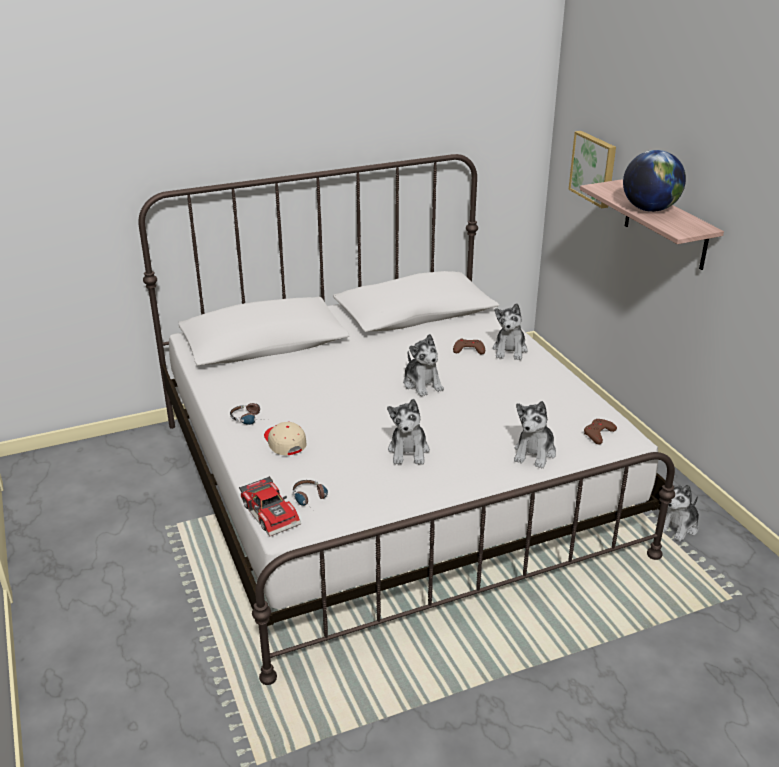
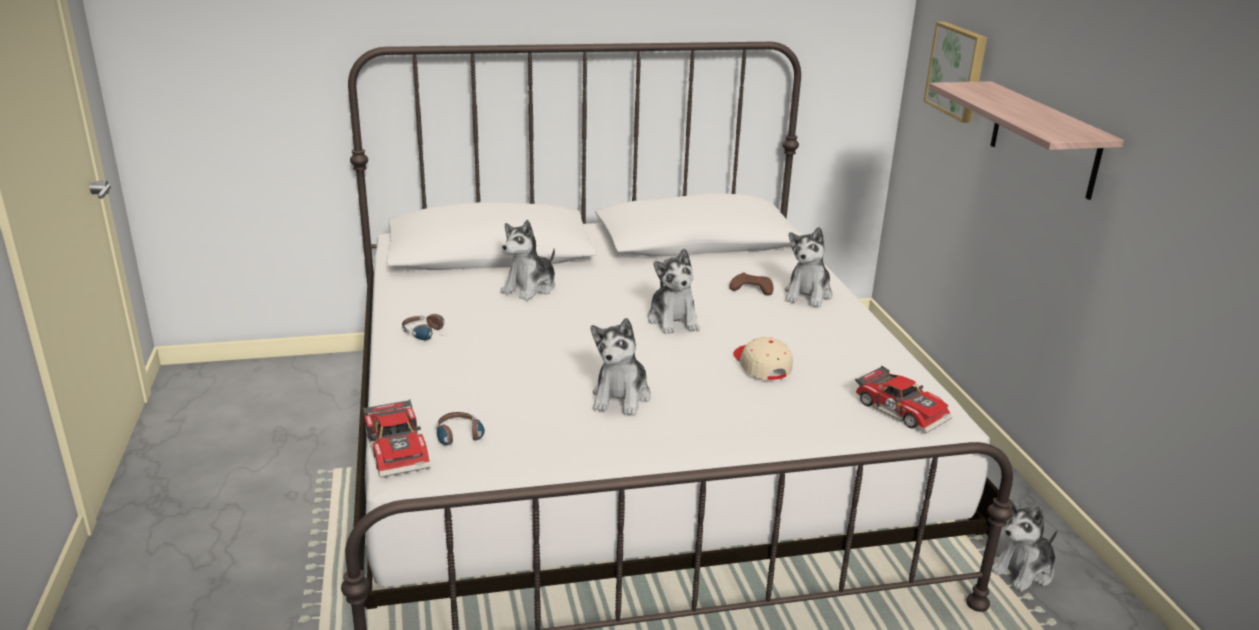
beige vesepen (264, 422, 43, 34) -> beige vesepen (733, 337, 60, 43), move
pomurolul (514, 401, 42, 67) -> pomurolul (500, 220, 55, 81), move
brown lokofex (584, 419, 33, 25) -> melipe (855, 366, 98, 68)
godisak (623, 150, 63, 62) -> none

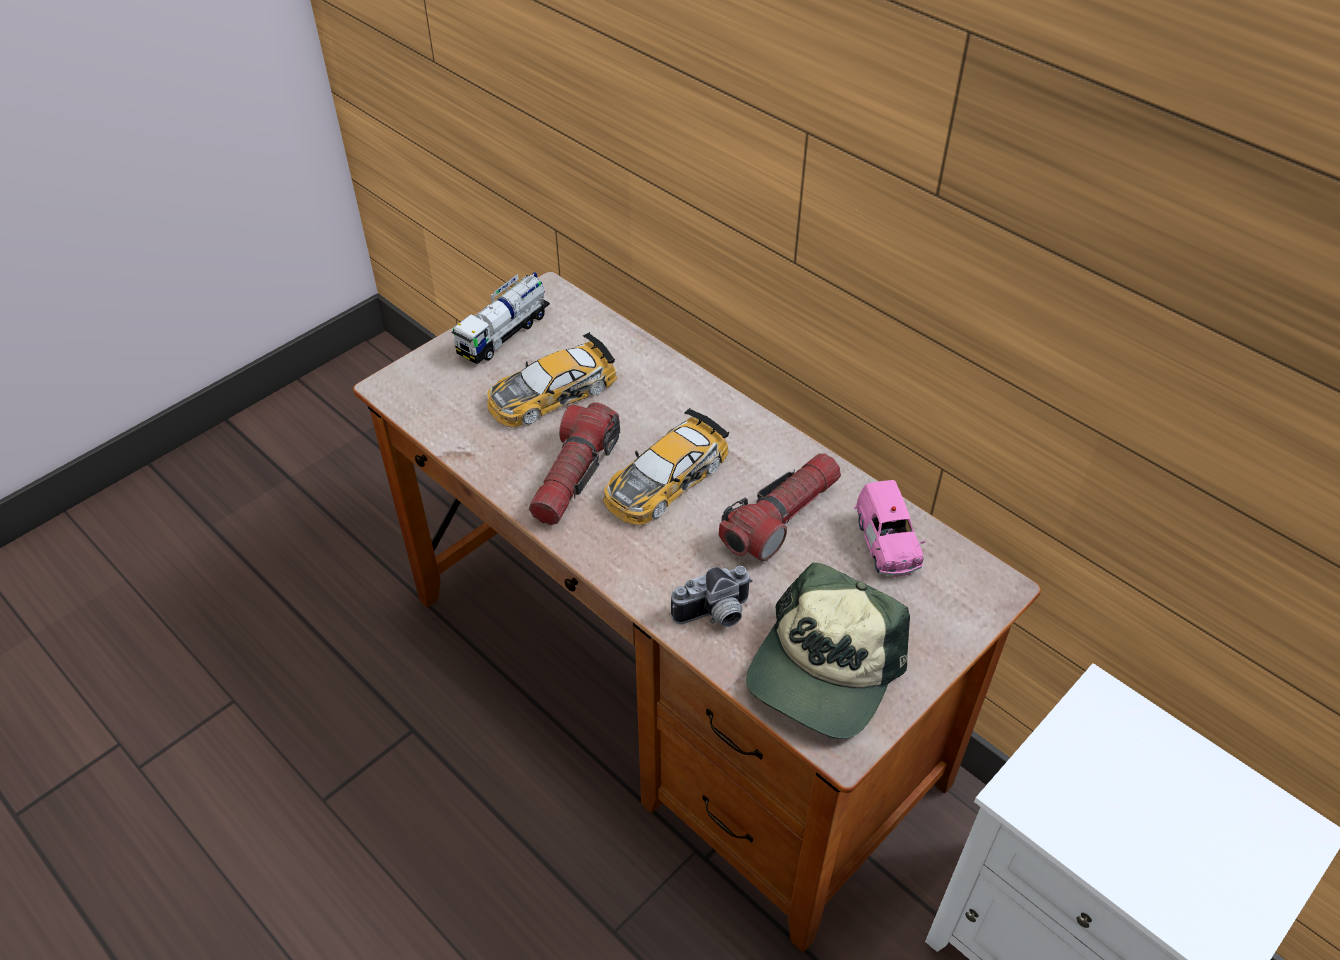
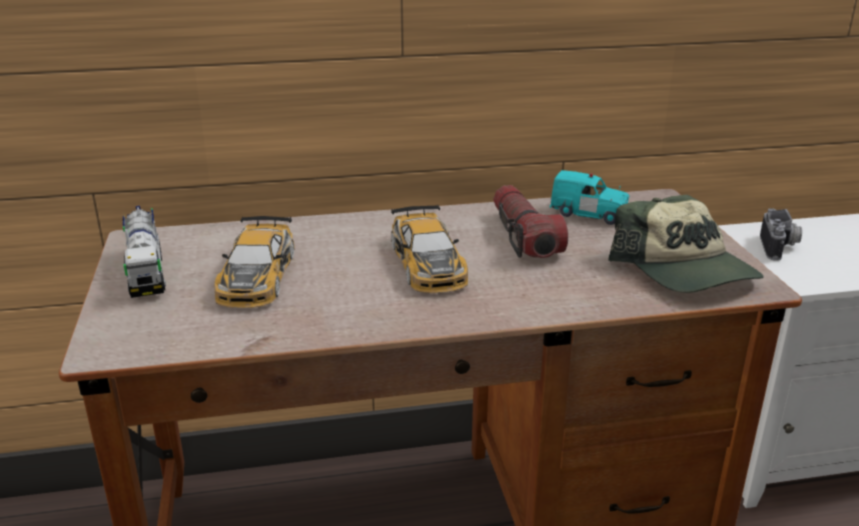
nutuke (529, 402, 91, 123) -> none
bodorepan (671, 566, 82, 61) -> bodorepan (760, 208, 42, 53), move
pink melipe (854, 480, 71, 97) -> turquoise melipe (550, 170, 79, 55)

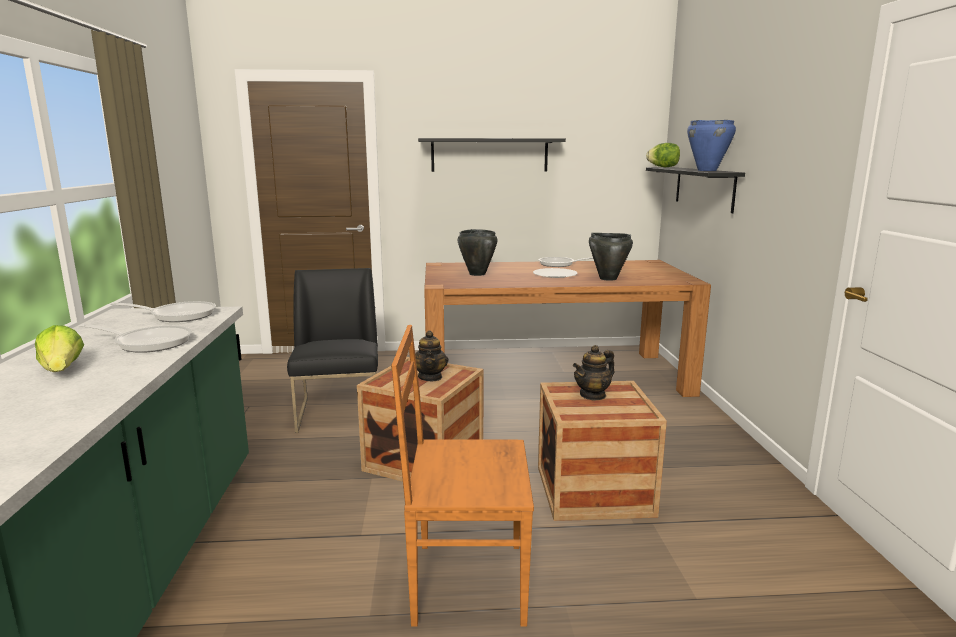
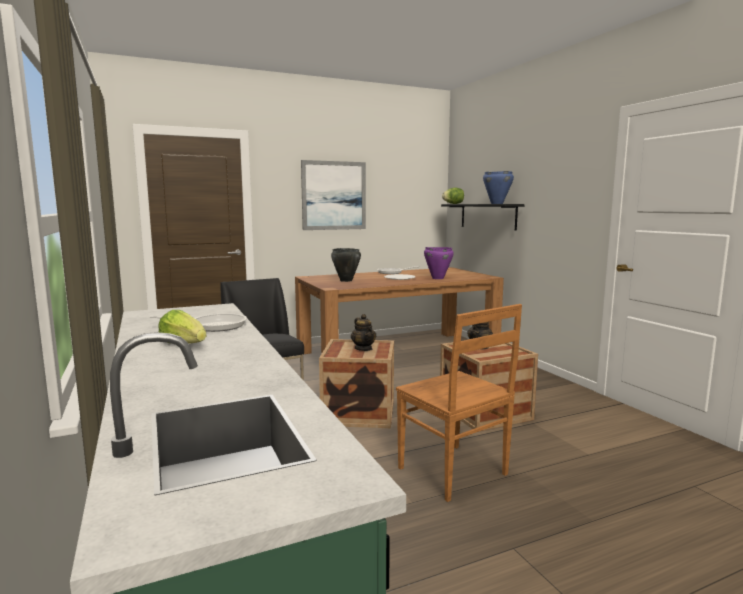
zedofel (110, 301, 106, 21) -> none
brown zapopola (391, 325, 143, 302) -> brown zapopola (396, 304, 126, 198), 105 degrees counterclockwise
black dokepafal (418, 138, 148, 34) -> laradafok (301, 160, 65, 70)
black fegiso (589, 233, 44, 48) -> purple fegiso (424, 247, 30, 32)

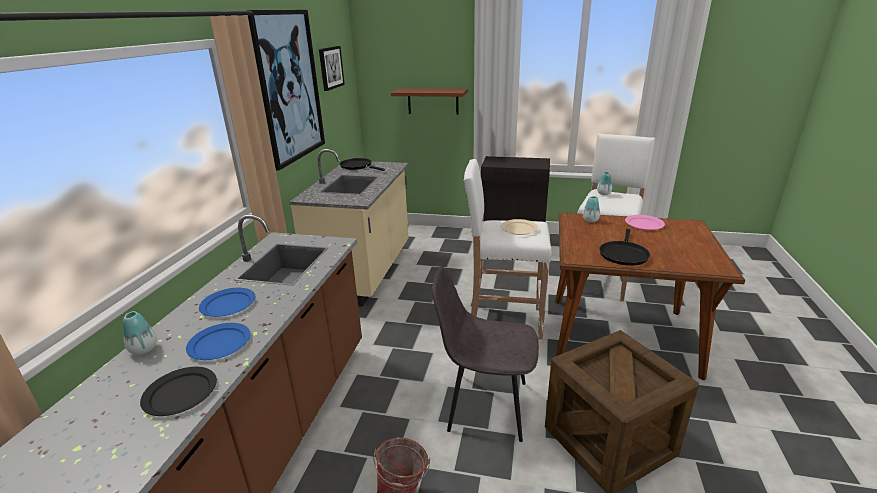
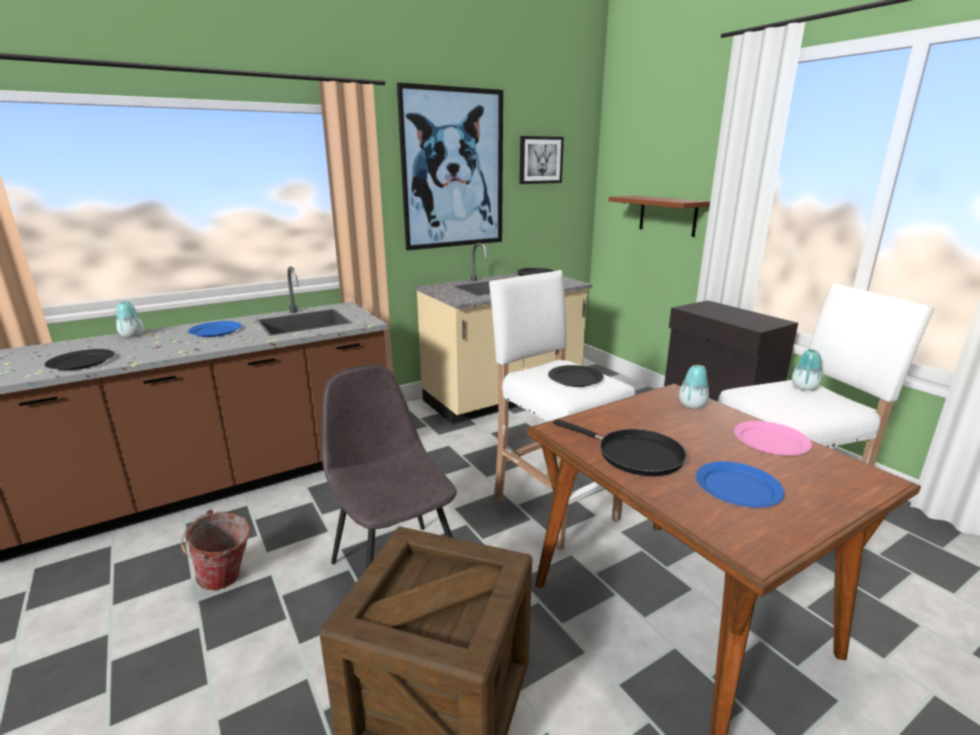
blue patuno (186, 323, 65, 37) -> blue patuno (696, 461, 89, 47), move
beige patuno (501, 219, 37, 16) -> black patuno (548, 365, 55, 22)
black zedofel (600, 229, 50, 37) -> black zedofel (553, 419, 134, 57), 120 degrees counterclockwise

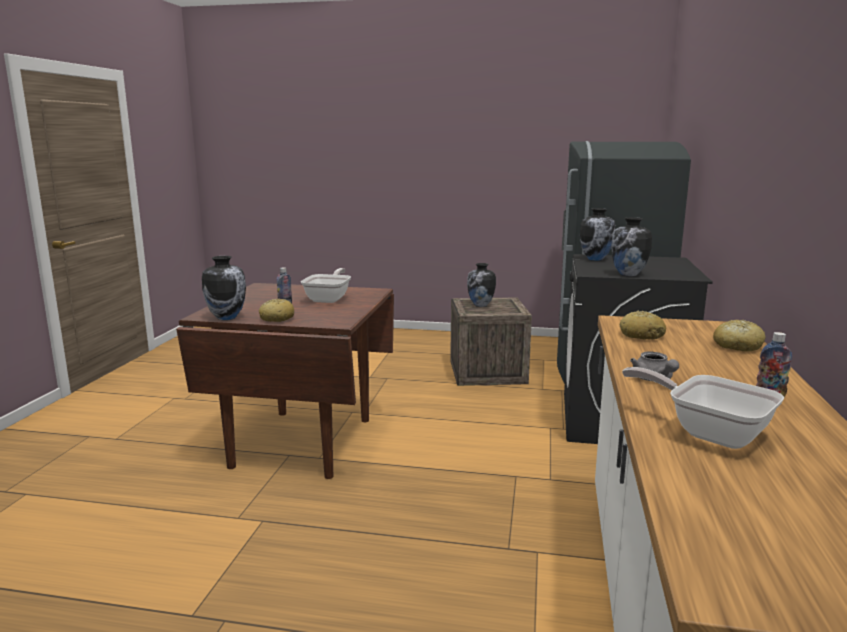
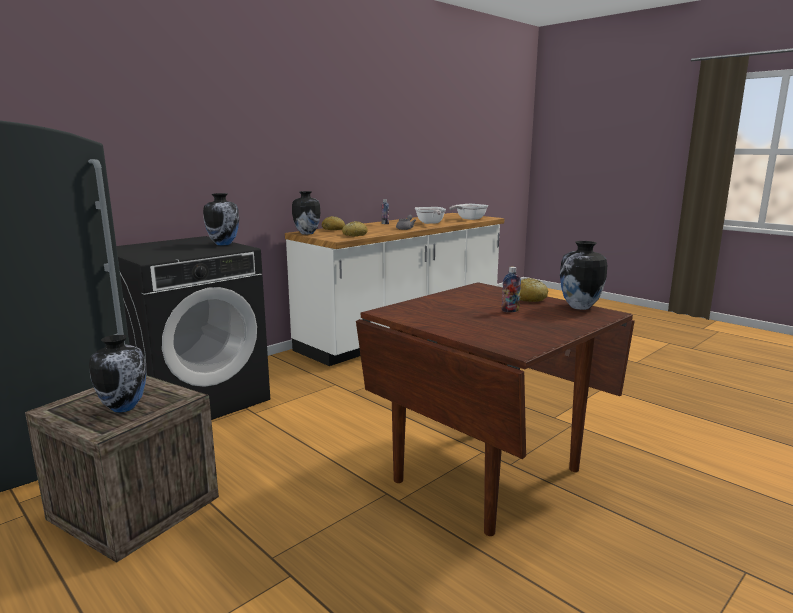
zedofel (301, 268, 50, 35) -> zedofel (449, 204, 39, 16), move
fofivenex (580, 208, 35, 53) -> fofivenex (292, 191, 28, 44), move

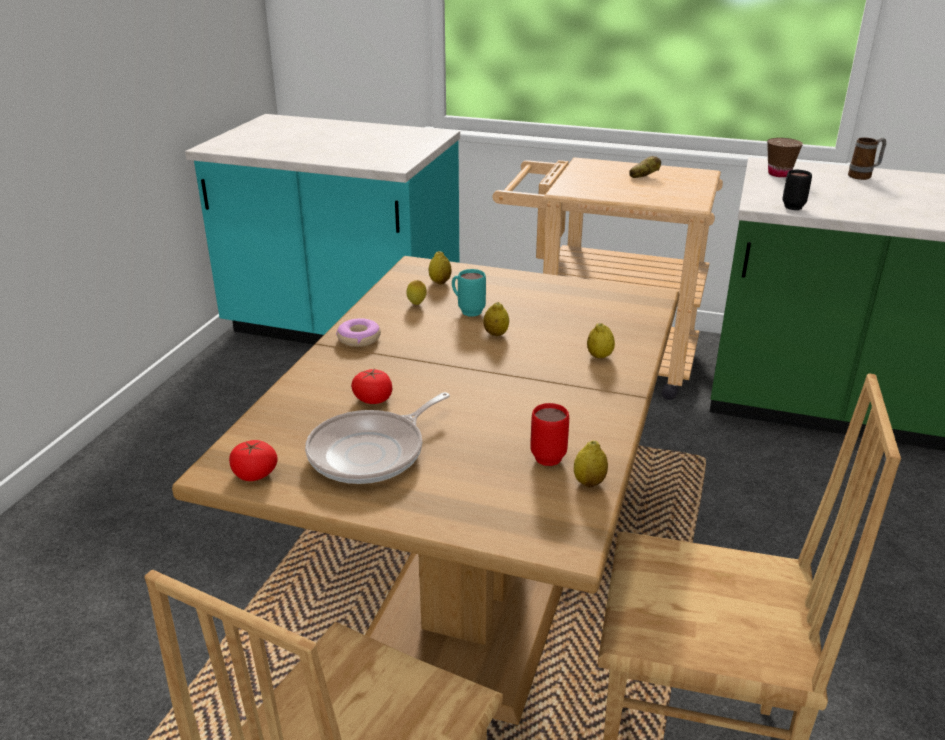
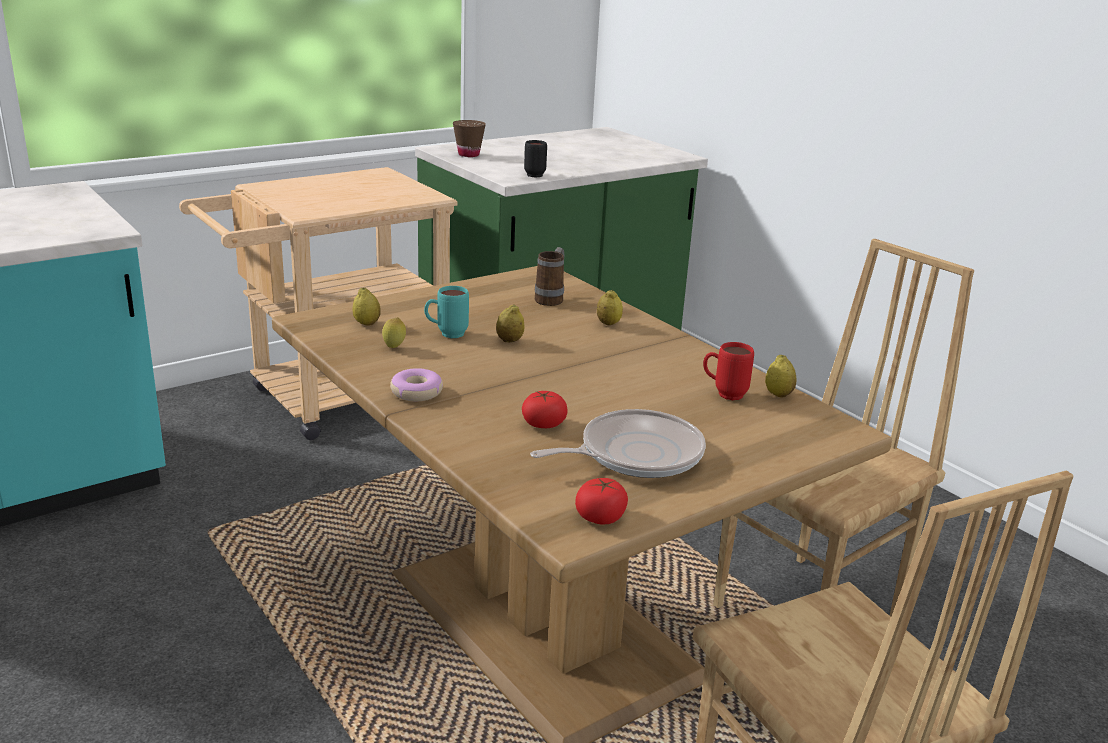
zedofel (305, 392, 145, 92) -> zedofel (530, 409, 176, 69), 105 degrees counterclockwise
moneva (629, 156, 32, 22) -> none
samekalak (848, 138, 38, 42) -> samekalak (535, 247, 30, 59), move

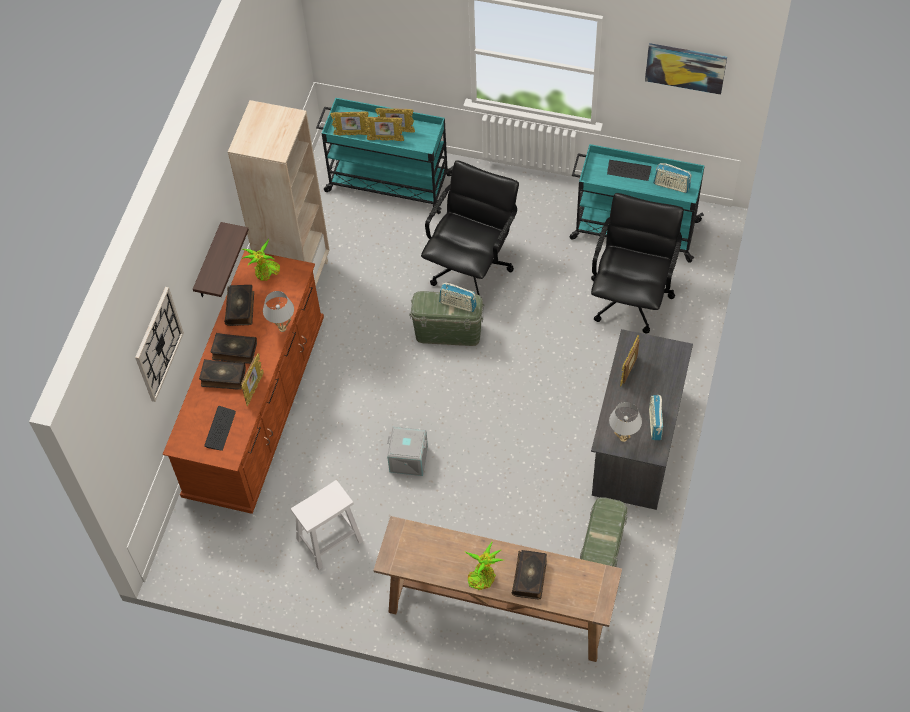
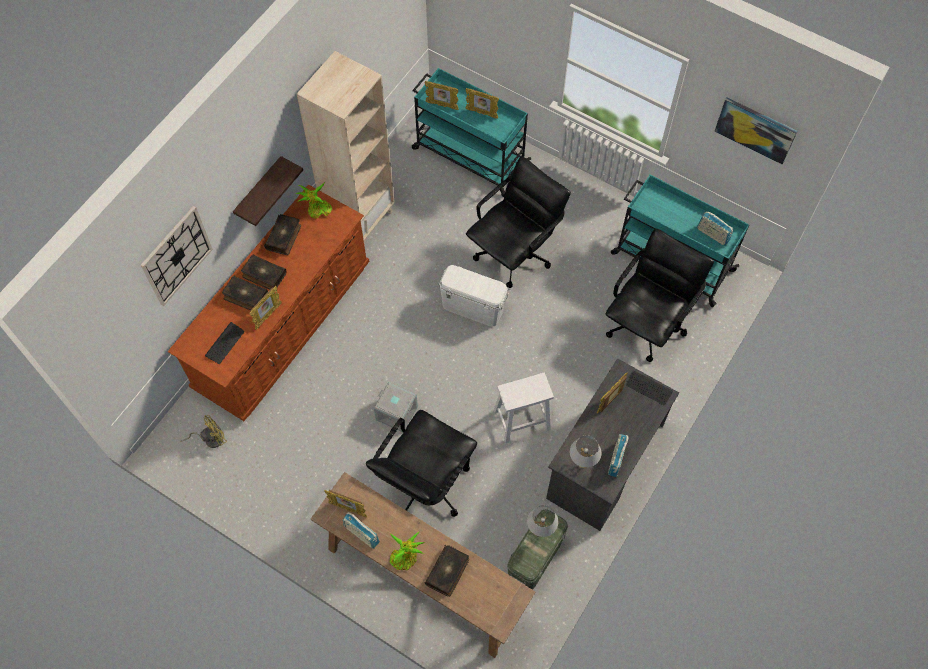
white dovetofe (263, 291, 31, 41) -> white dovetofe (527, 505, 31, 32), move
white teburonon (291, 480, 72, 90) -> white teburonon (494, 373, 60, 70), move
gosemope (364, 117, 40, 24) -> gosemope (324, 490, 43, 27), move
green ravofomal (409, 291, 76, 55) -> white ravofomal (438, 265, 71, 62)
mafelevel (439, 283, 38, 29) -> mafelevel (343, 512, 37, 37), move
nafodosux (607, 160, 45, 21) -> nafodosux (626, 371, 47, 34), move
none -> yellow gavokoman (180, 415, 47, 33)
none -> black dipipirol (366, 410, 111, 107)

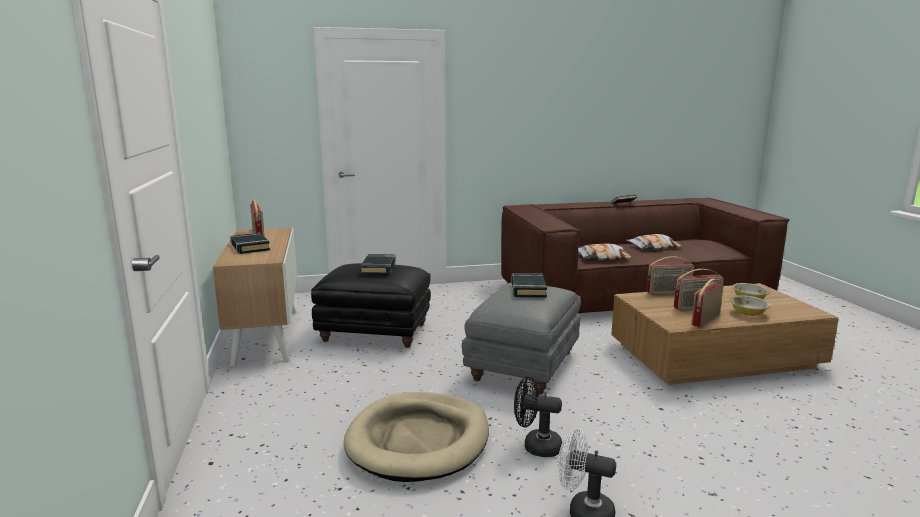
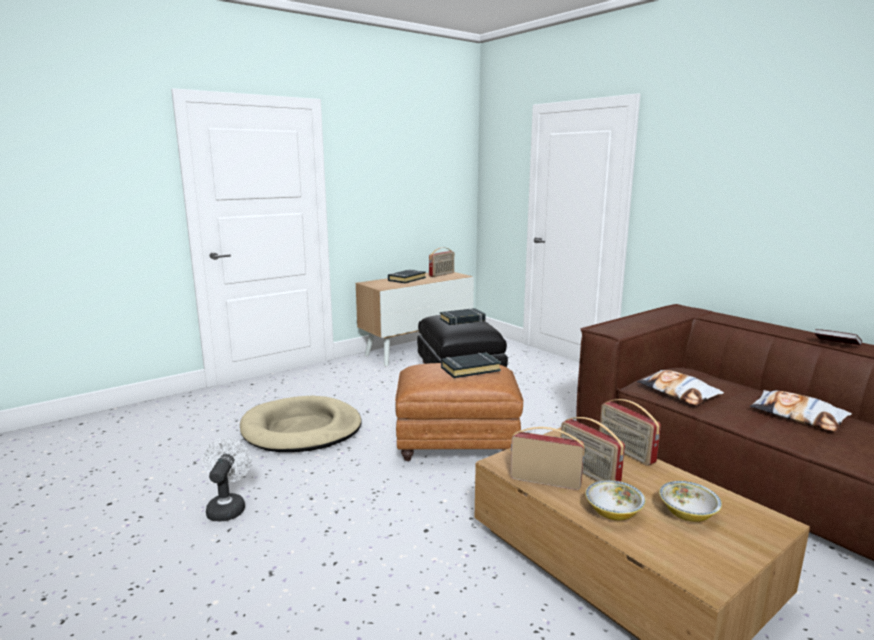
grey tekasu (462, 283, 119, 112) -> brown tekasu (395, 363, 129, 98)
black gavokoman (514, 376, 48, 81) -> none

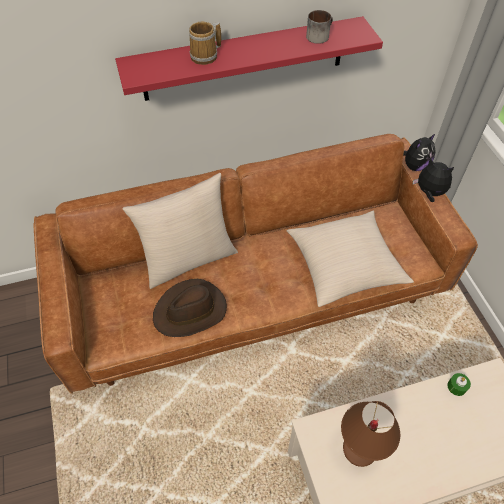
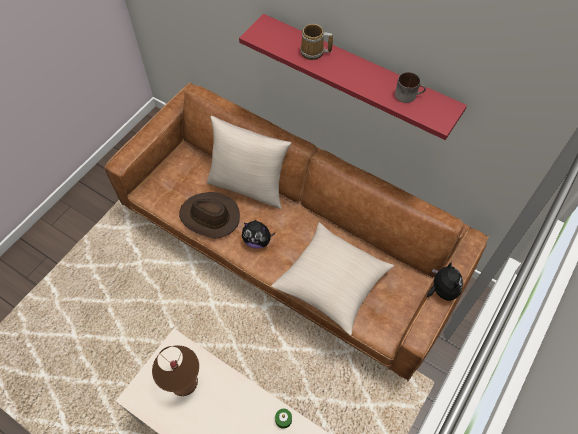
pomurolul (403, 134, 33, 37) -> pomurolul (242, 220, 33, 29), move

